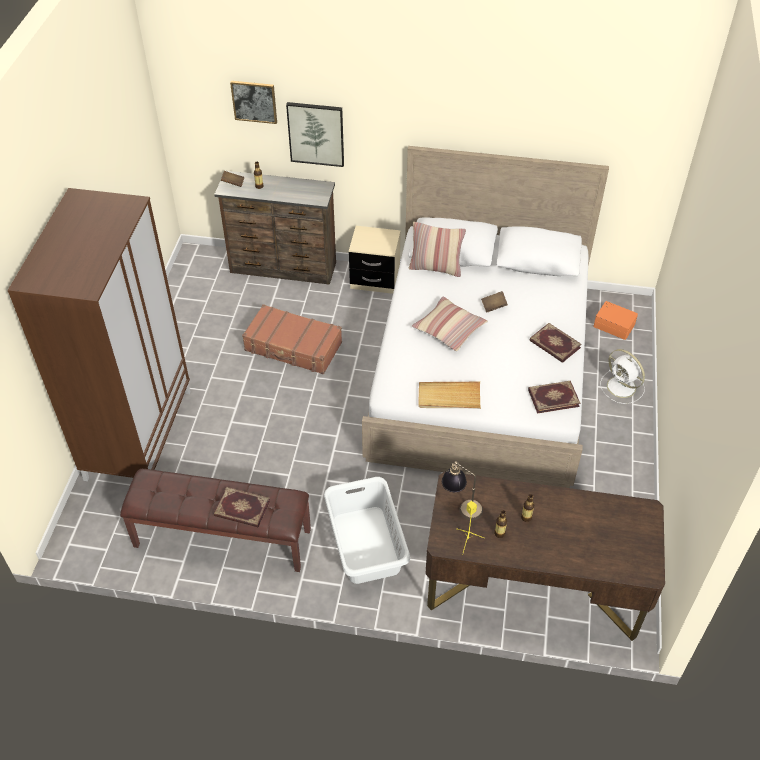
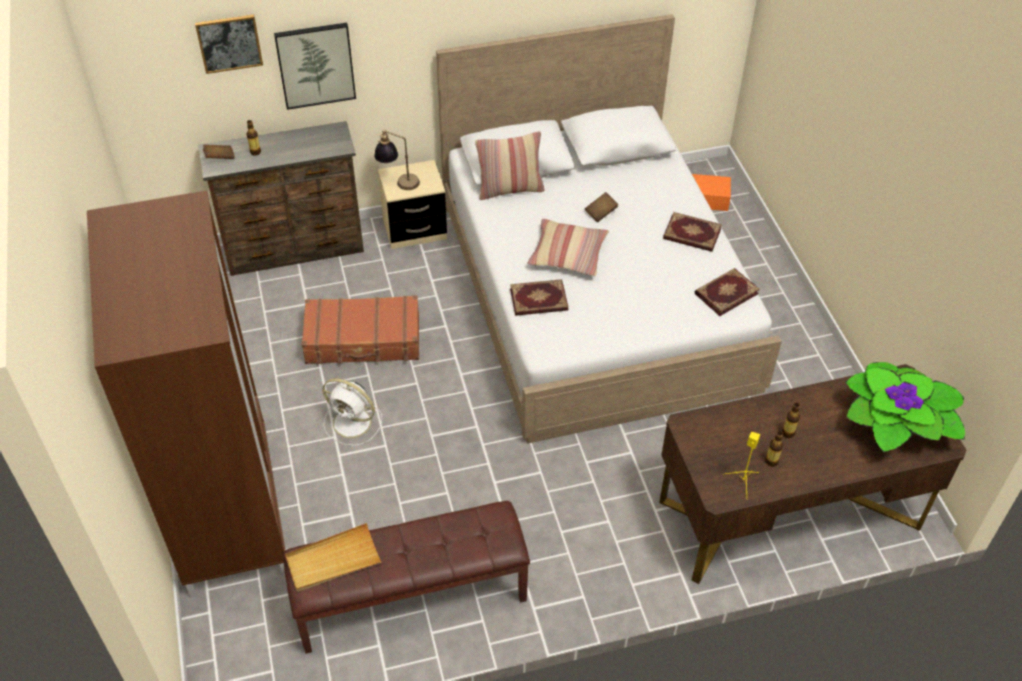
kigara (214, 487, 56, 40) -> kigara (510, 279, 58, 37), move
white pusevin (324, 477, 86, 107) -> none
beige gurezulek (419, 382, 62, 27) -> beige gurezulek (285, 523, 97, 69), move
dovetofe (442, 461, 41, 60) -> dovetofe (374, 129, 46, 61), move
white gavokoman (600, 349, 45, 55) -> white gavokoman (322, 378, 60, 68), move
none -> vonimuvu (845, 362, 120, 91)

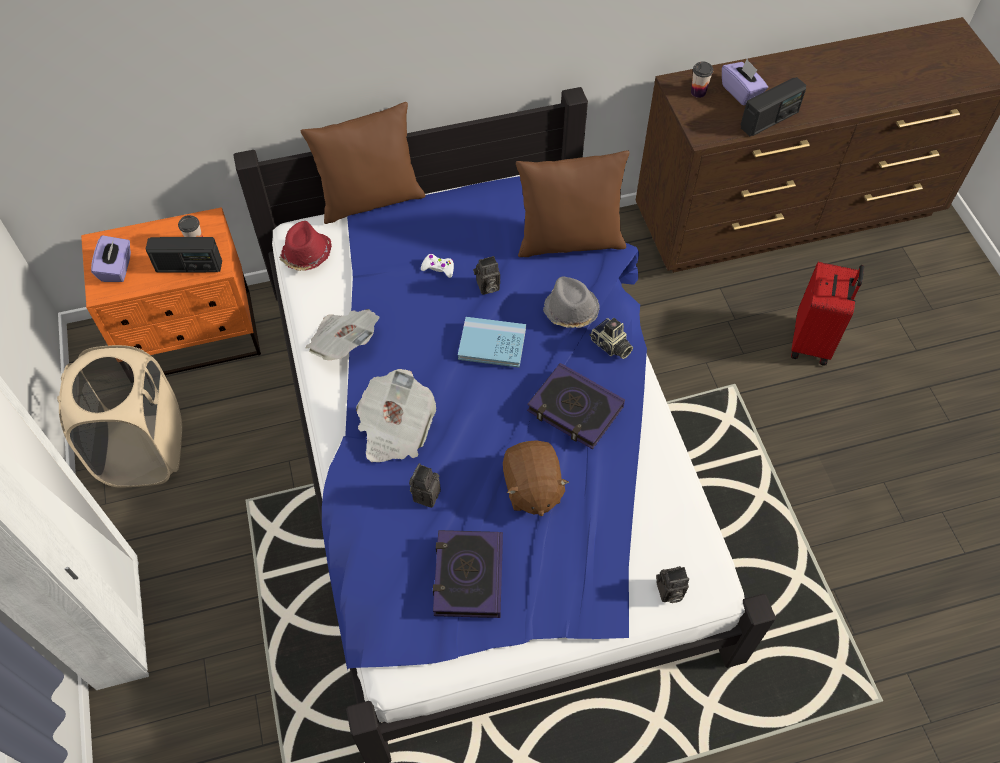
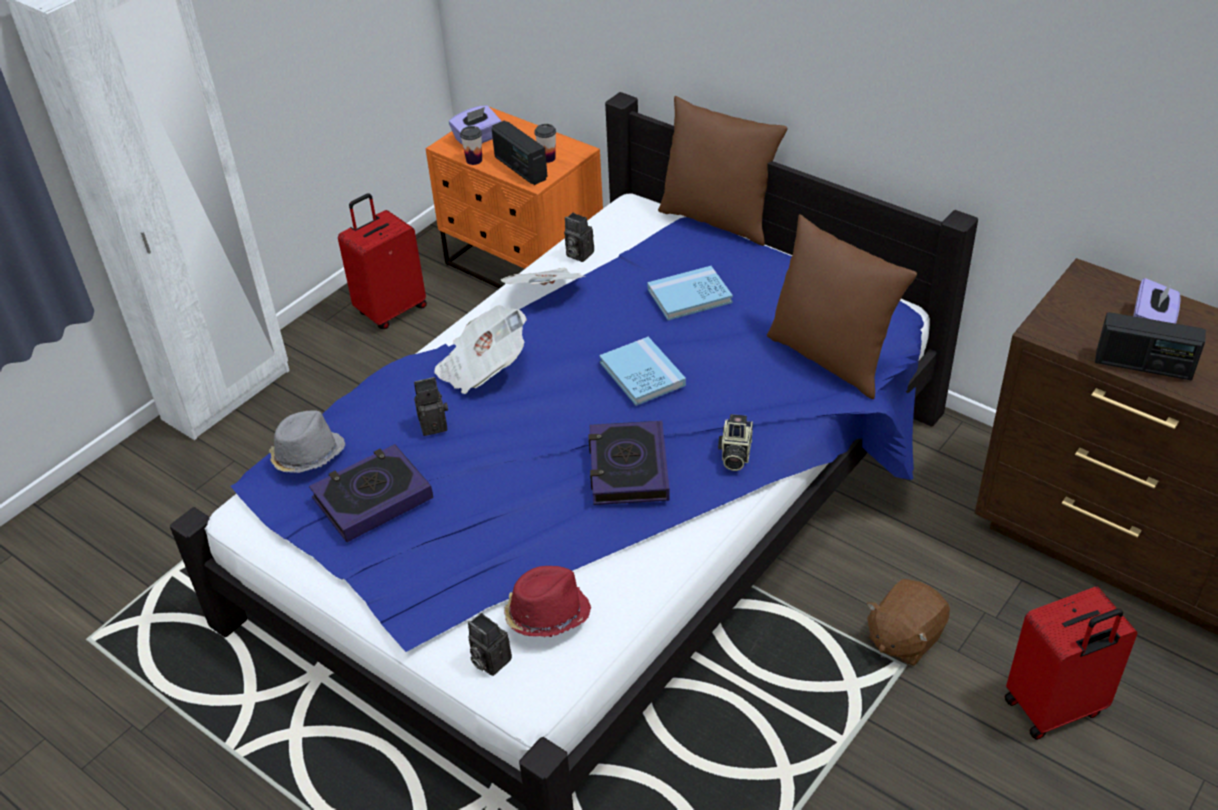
beige pusevin (57, 345, 125, 143) -> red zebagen (338, 193, 89, 136)
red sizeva (279, 221, 53, 50) -> red sizeva (504, 566, 87, 71), move
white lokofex (421, 254, 33, 24) -> blue kigara (648, 266, 85, 54)
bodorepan (473, 256, 27, 39) -> bodorepan (564, 213, 30, 49), move
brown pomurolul (503, 441, 66, 75) -> brown pomurolul (867, 579, 83, 87), move
grey sizeva (543, 276, 57, 52) -> grey sizeva (269, 410, 76, 63), move
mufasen (691, 61, 23, 37) -> mufasen (460, 126, 22, 39), move

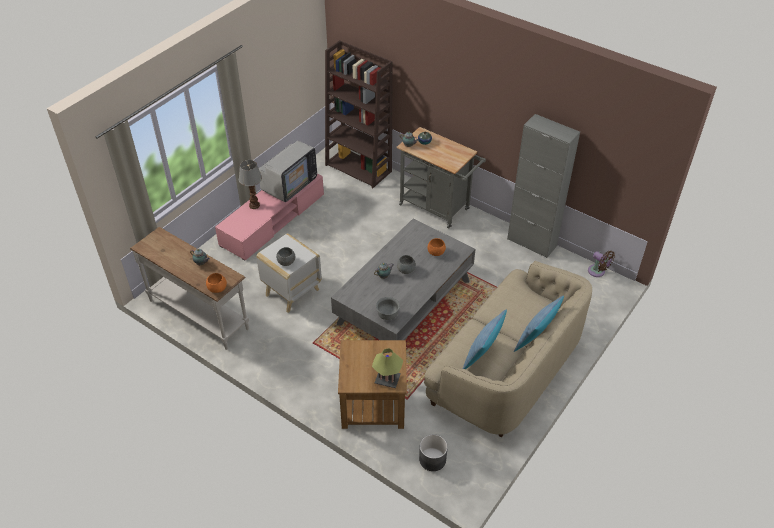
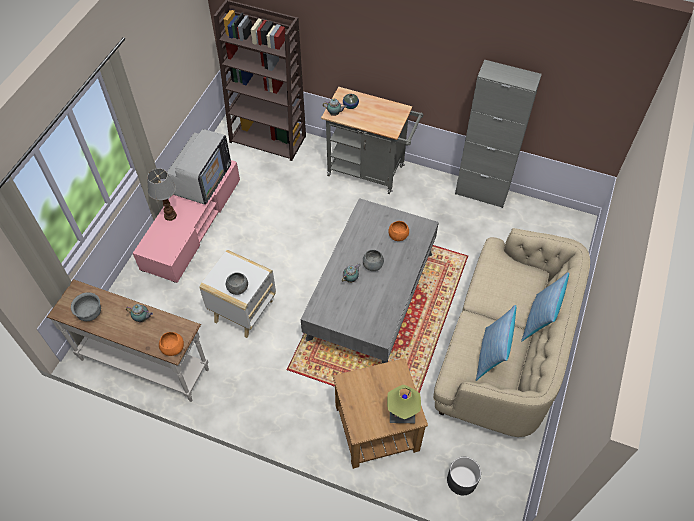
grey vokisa (376, 297, 24, 23) -> grey vokisa (71, 292, 30, 29), move
brown gavokoman (588, 250, 27, 27) -> none

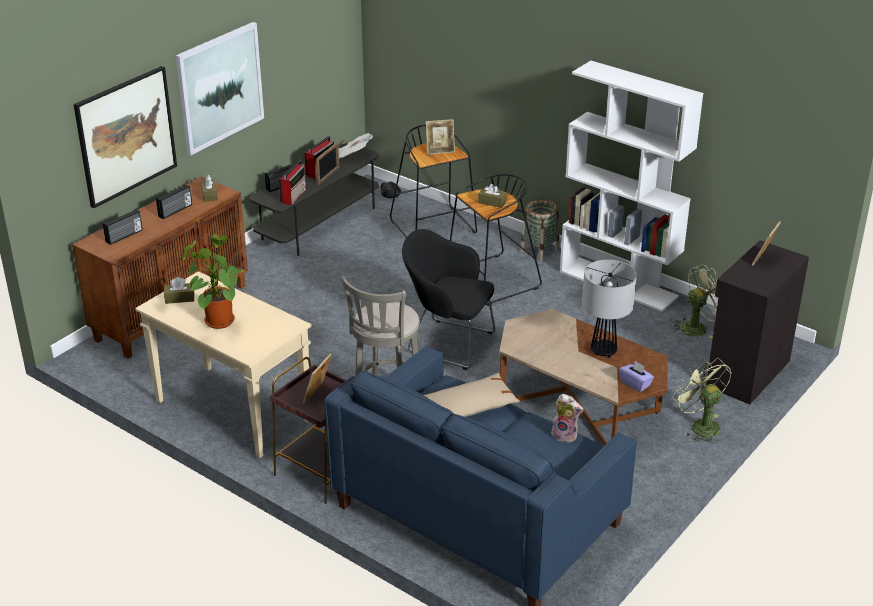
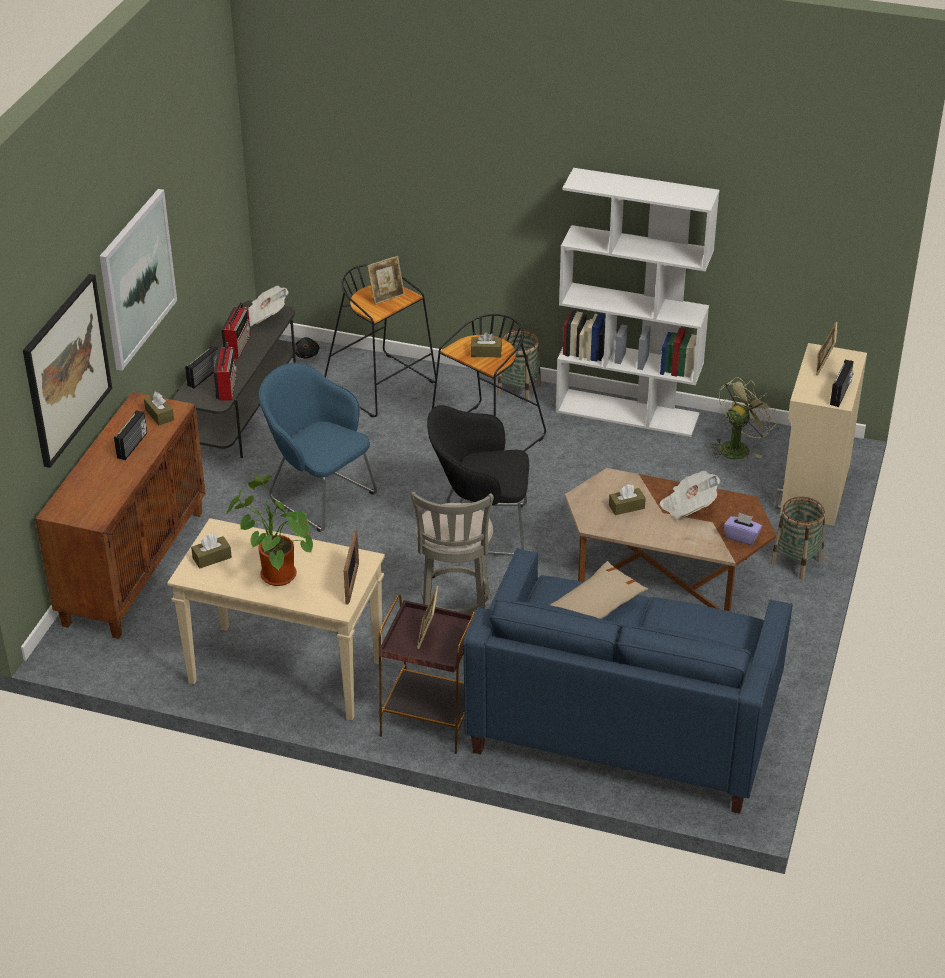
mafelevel (103, 209, 40, 36) -> mafelevel (830, 359, 24, 48), move
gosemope (316, 142, 23, 43) -> gosemope (344, 530, 15, 75), move
pomurolul (551, 394, 32, 49) -> none
dovetofe (582, 260, 55, 98) -> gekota (660, 471, 60, 48)
green gavokoman (672, 358, 60, 86) -> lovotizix (770, 497, 55, 82)
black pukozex (703, 240, 106, 165) -> beige pukozex (775, 343, 92, 183)
none -> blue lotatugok (259, 363, 118, 169)
none -> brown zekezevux (609, 484, 37, 31)

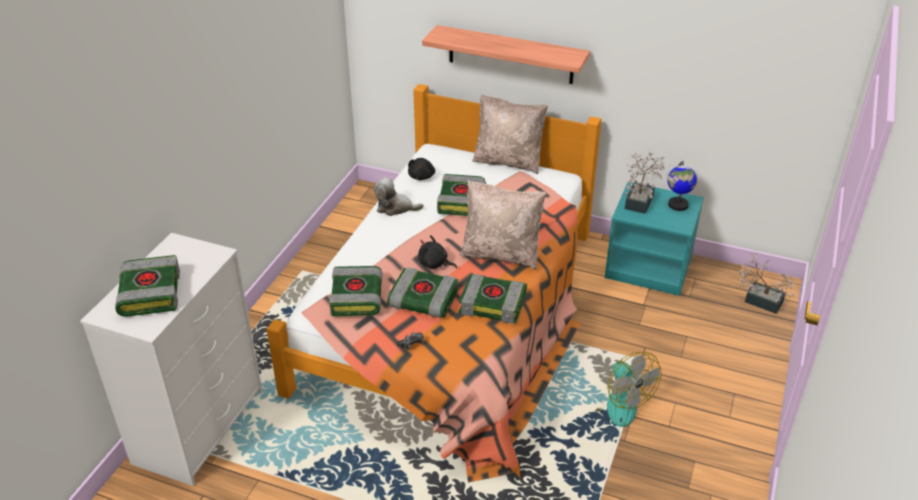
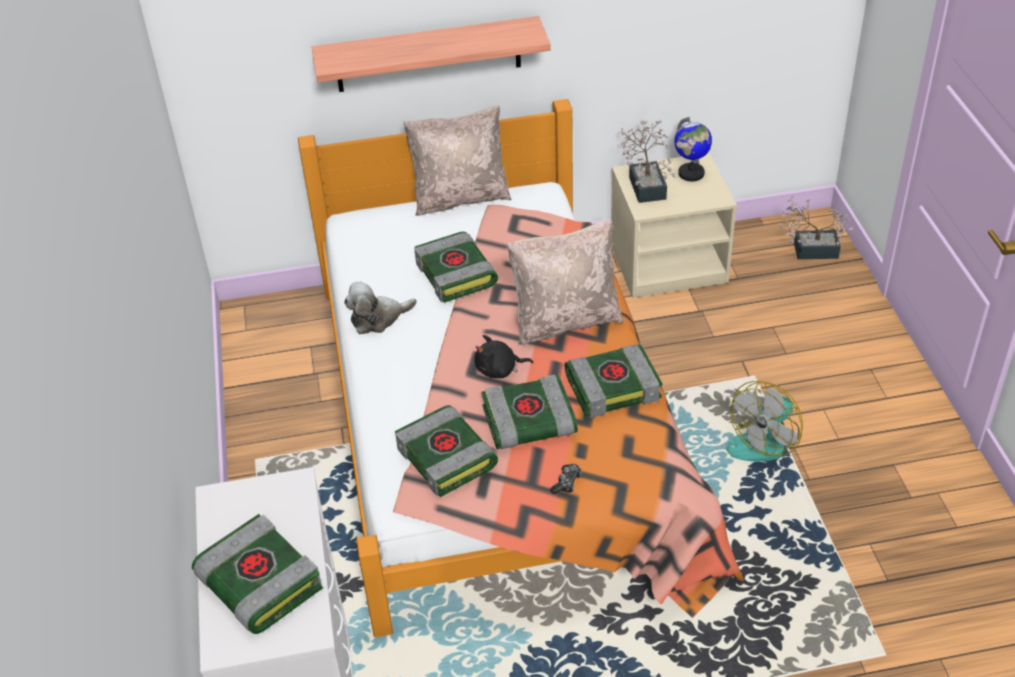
black pomurolul (408, 158, 27, 22) -> none
gavokoman (595, 352, 66, 75) -> gavokoman (726, 381, 77, 80), 105 degrees clockwise
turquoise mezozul (605, 182, 99, 114) -> beige mezozul (611, 153, 126, 145)

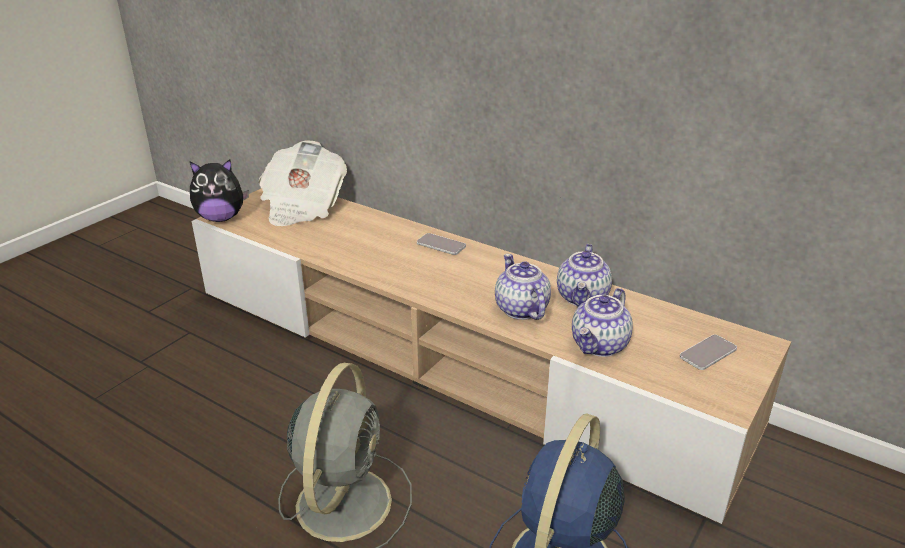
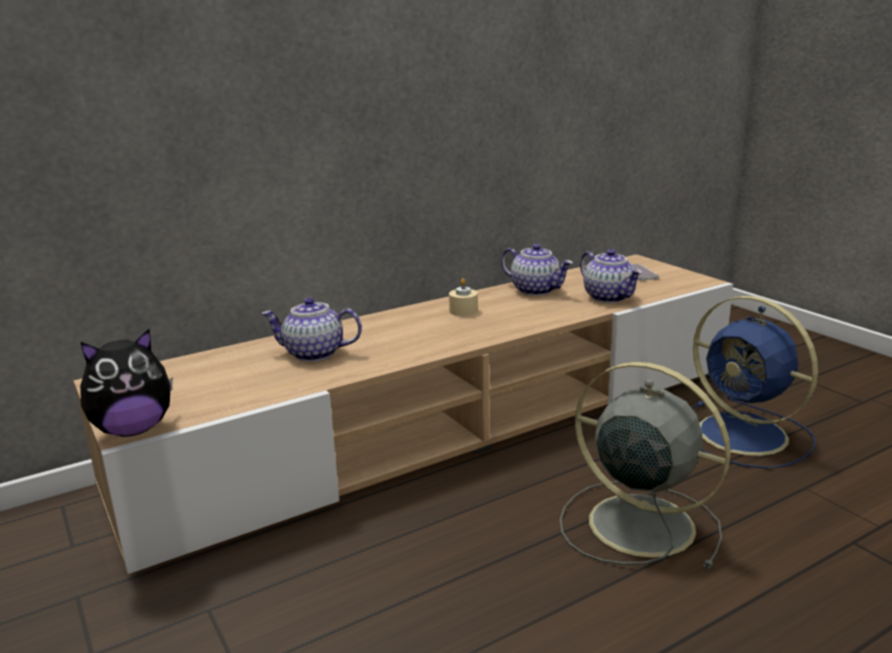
pomurolul (190, 159, 59, 63) -> pomurolul (80, 329, 93, 108), 45 degrees clockwise
gekota (259, 140, 88, 86) -> none
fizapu (417, 233, 49, 22) -> none
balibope (495, 254, 56, 66) -> balibope (261, 297, 101, 65), move
none -> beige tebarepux (449, 278, 29, 38)

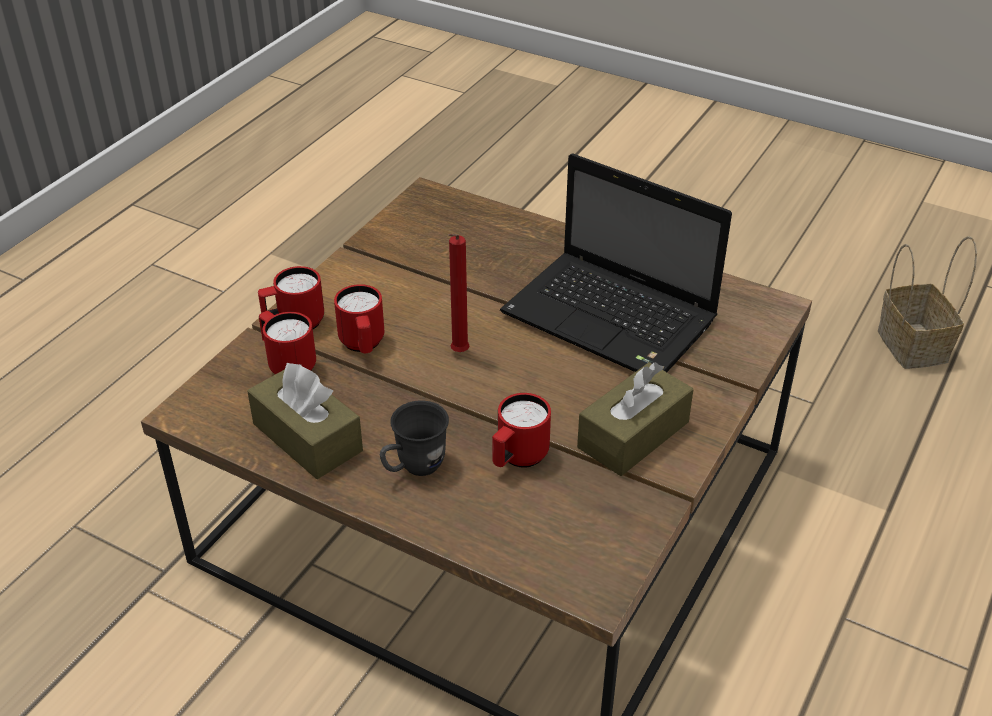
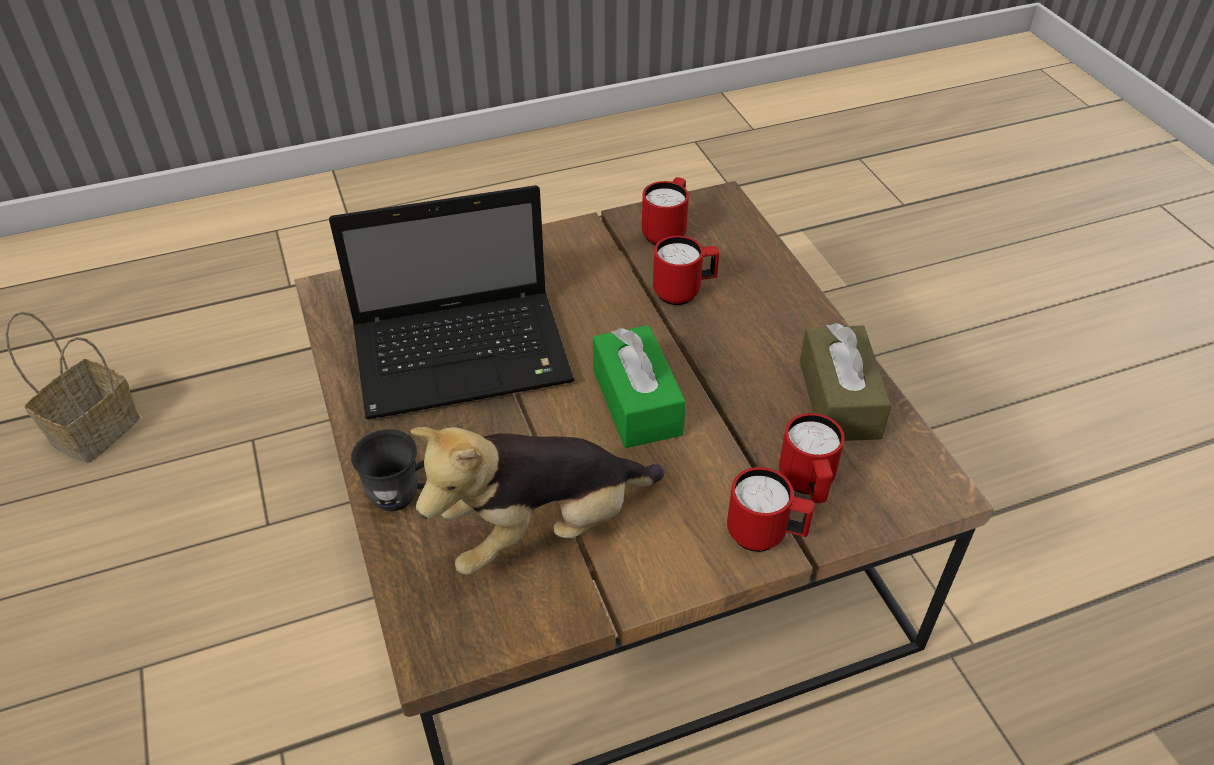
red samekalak (334, 284, 51, 69) -> red samekalak (642, 177, 47, 68), move
grey samekalak (380, 400, 69, 76) -> grey samekalak (351, 429, 74, 82), move
red tebarepux (448, 234, 22, 118) -> green zekezevux (593, 325, 93, 123)
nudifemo (500, 153, 232, 219) -> nudifemo (329, 185, 245, 235), 90 degrees clockwise
brown zekezevux (577, 362, 117, 114) -> none
none -> pomurolul (411, 427, 253, 148)

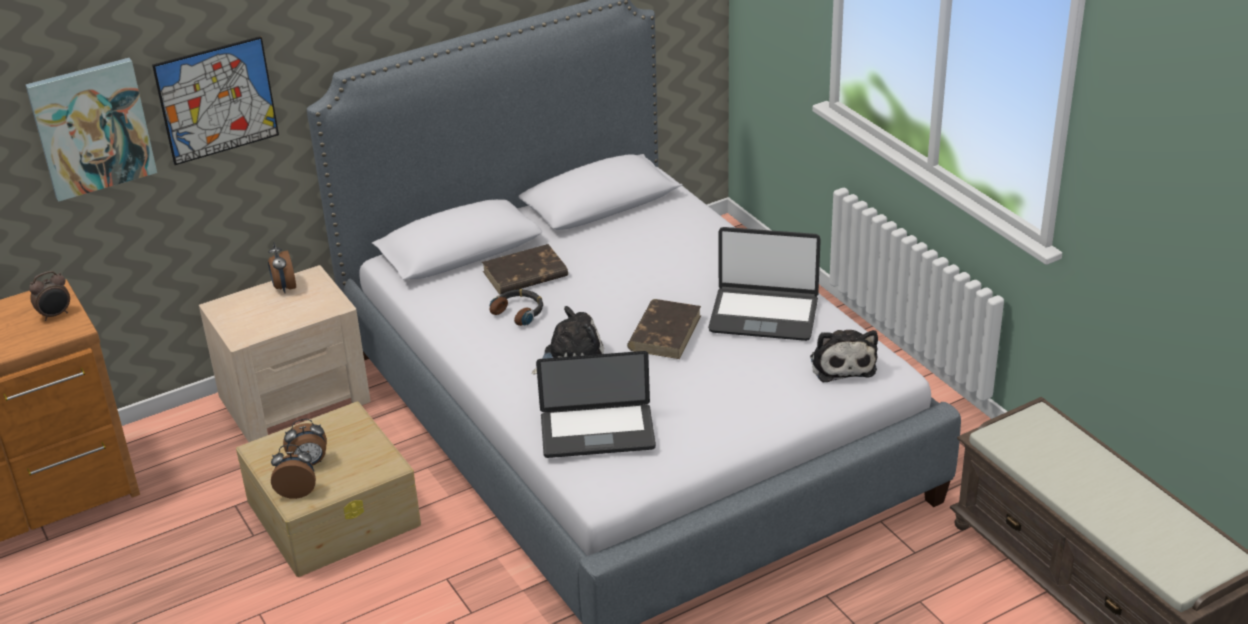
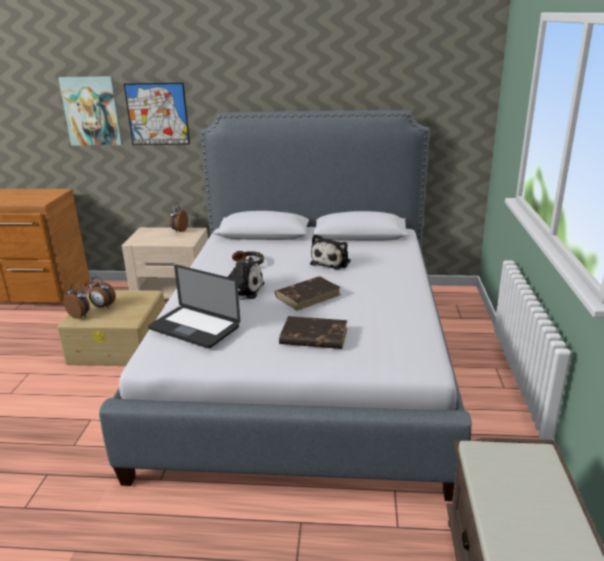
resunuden (29, 271, 41, 50) -> none
brown kigara (482, 244, 86, 51) -> brown kigara (279, 316, 68, 33), move
nudifemo (708, 227, 113, 114) -> none
pomurolul (810, 330, 68, 52) -> pomurolul (310, 234, 41, 35), move

